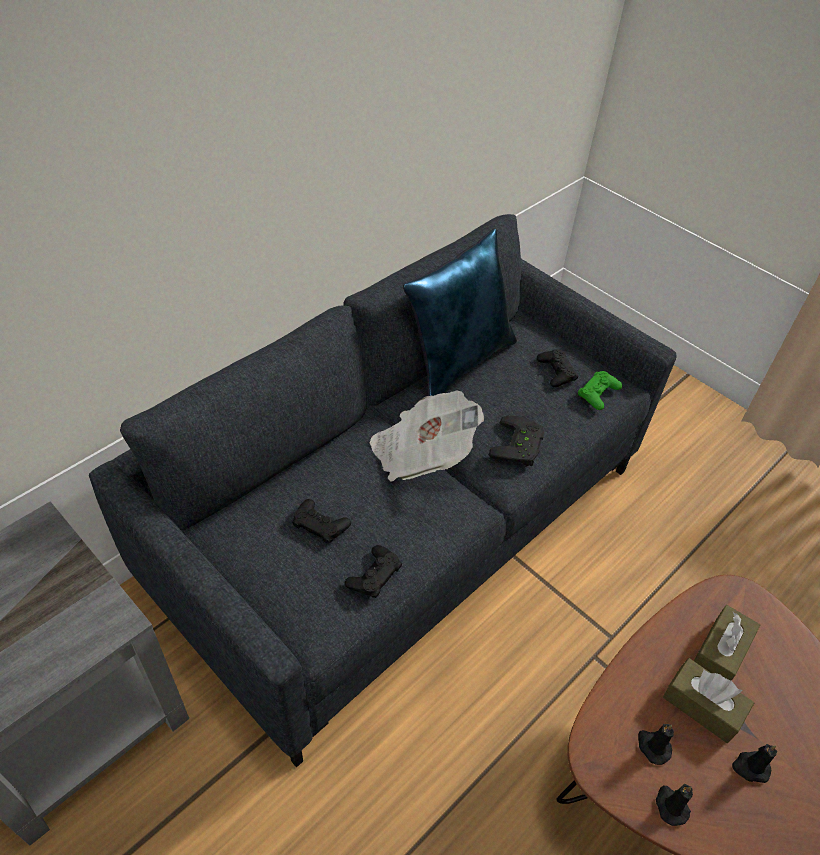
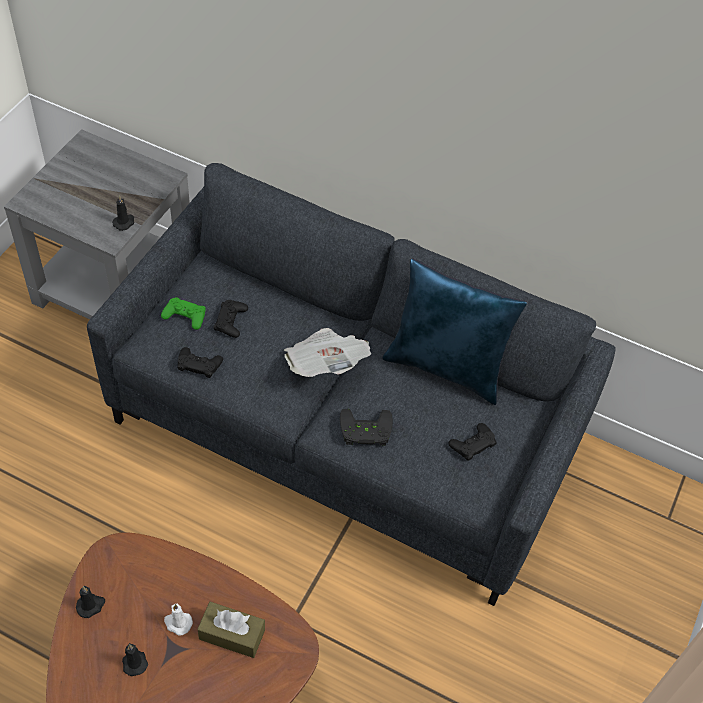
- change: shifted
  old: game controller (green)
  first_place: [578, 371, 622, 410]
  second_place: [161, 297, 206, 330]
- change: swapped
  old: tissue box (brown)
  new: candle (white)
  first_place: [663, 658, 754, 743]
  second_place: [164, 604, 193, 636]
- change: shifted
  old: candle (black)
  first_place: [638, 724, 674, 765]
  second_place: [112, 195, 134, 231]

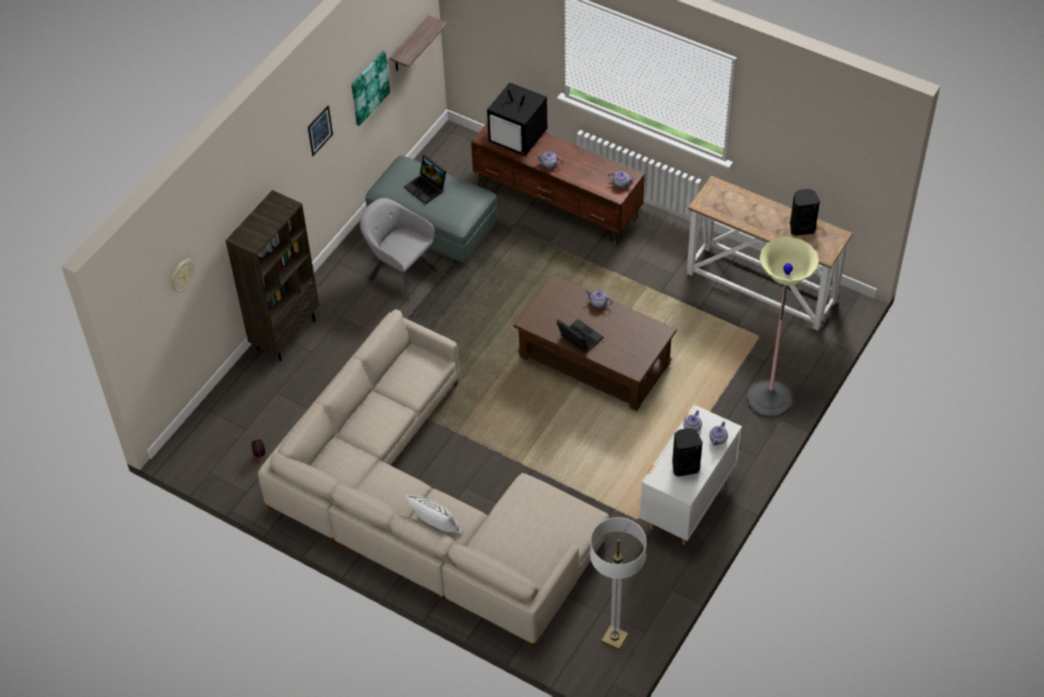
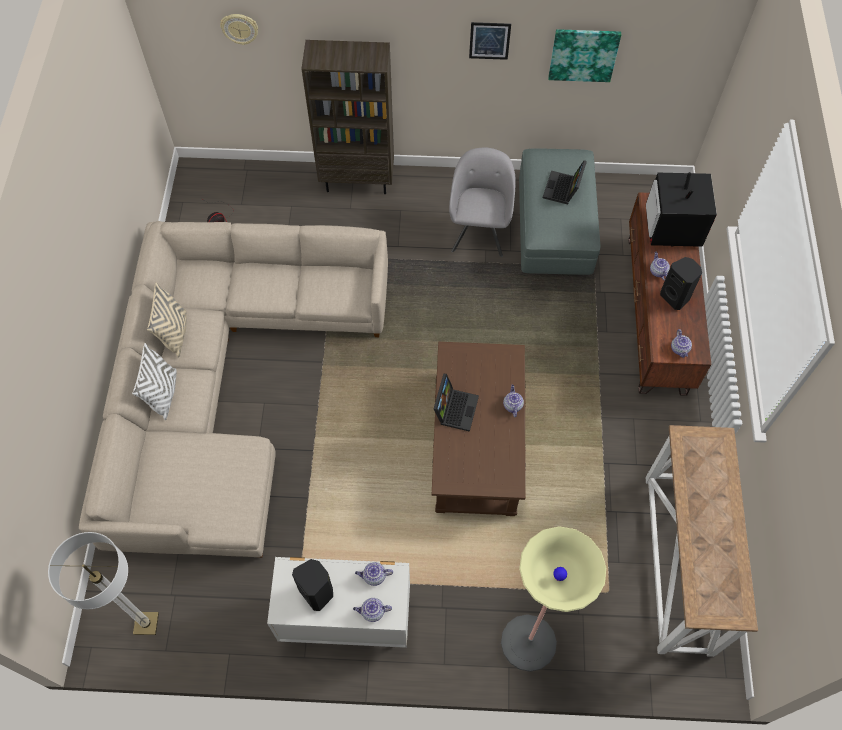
- change: gone
  old: shelf
  first_place: [389, 15, 448, 71]
- change: shifted
  old: speaker (black)
  first_place: [790, 189, 820, 236]
  second_place: [660, 257, 702, 310]
- change: new
  new: pillow (beige)
  second_place: [147, 282, 187, 358]

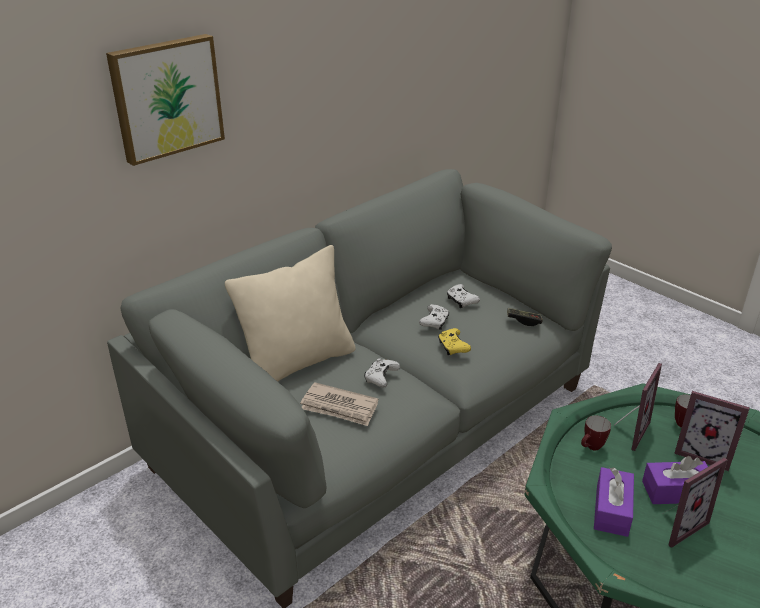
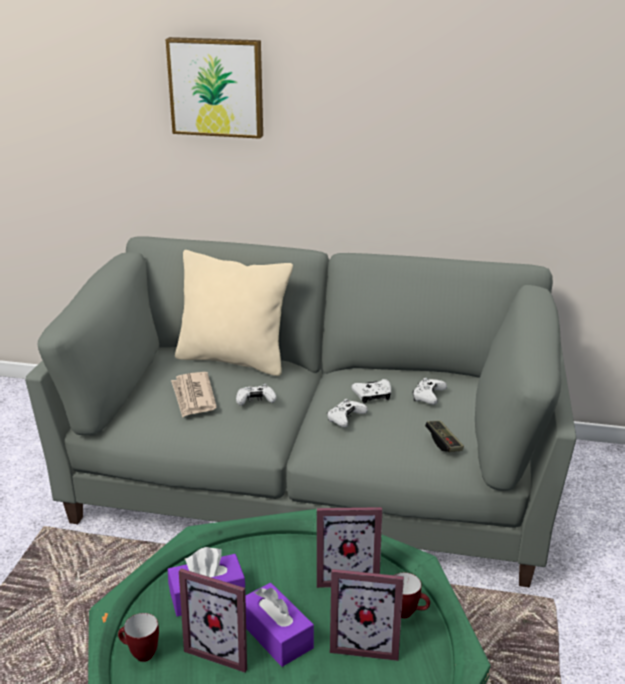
- change: repainted
  old: game controller (yellow)
  new: game controller (white)
  first_place: [438, 328, 471, 355]
  second_place: [327, 399, 368, 427]
- change: rotated
  old: picture frame
  first_place: [674, 391, 750, 471]
  second_place: [330, 569, 404, 661]
  degrees: -75
- change: shifted
  old: mug
  first_place: [581, 416, 611, 451]
  second_place: [118, 613, 159, 662]

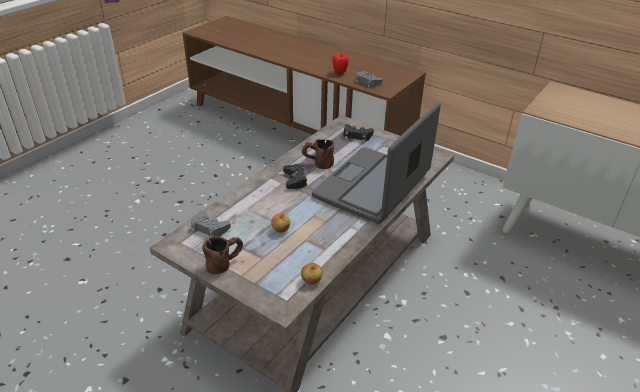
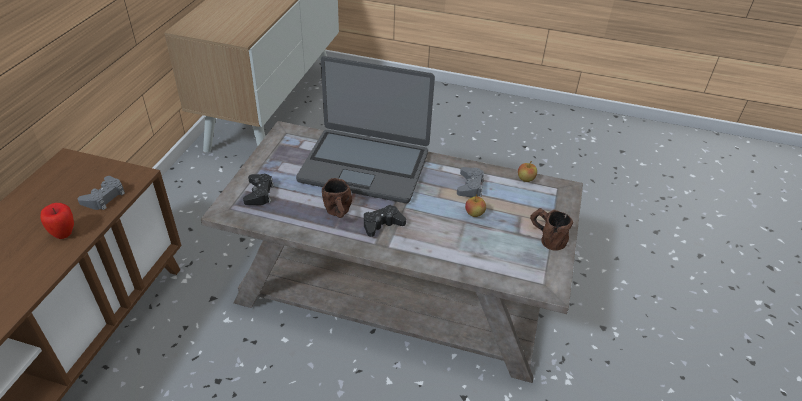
- change: shifted
  old: game controller (grey)
  first_place: [191, 211, 231, 237]
  second_place: [457, 167, 484, 198]

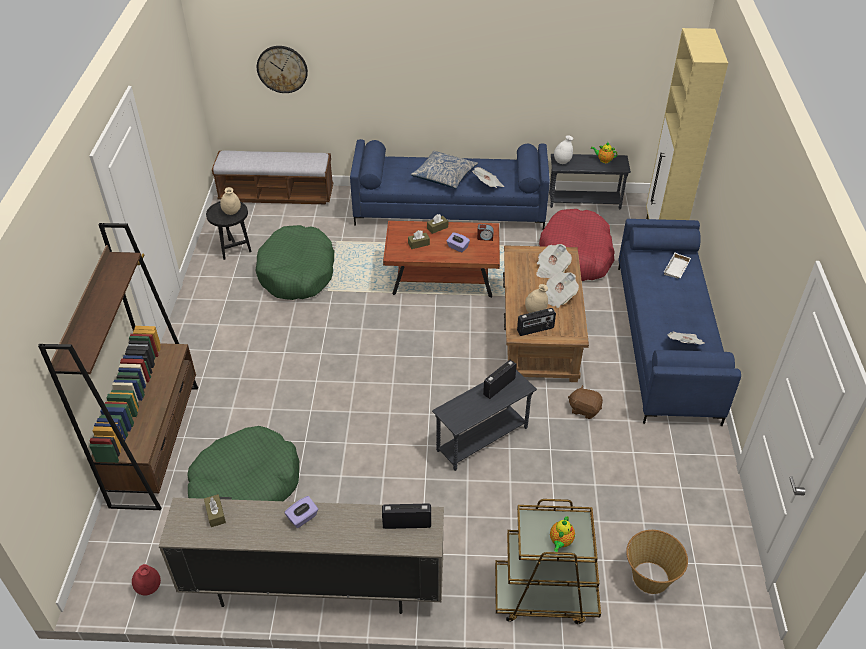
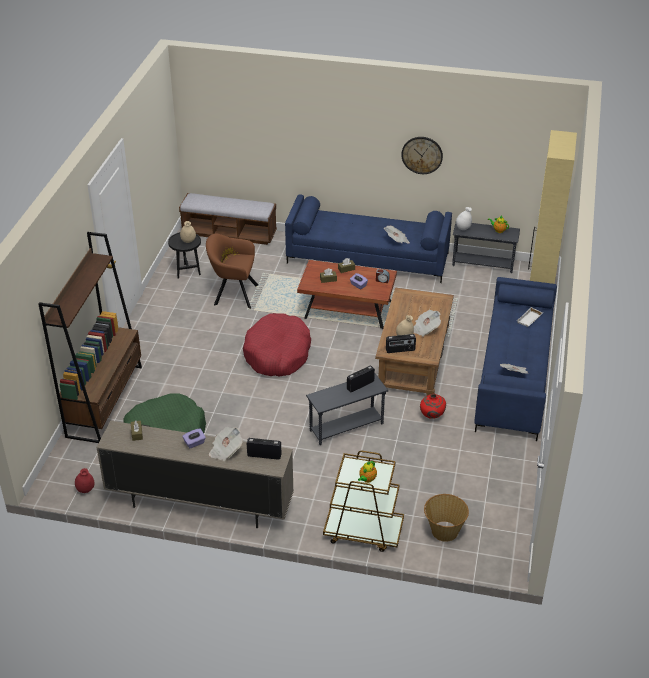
- change: shifted
  old: wall clock
  first_place: [257, 46, 308, 93]
  second_place: [401, 137, 443, 174]
- change: gone
  old: pillow
  first_place: [411, 151, 478, 189]
- change: shifted
  old: dog bed (red)
  first_place: [539, 209, 615, 281]
  second_place: [243, 313, 311, 377]
- change: swapped
  old: dog bed (green)
  new: armchair (brown)
  first_place: [255, 225, 334, 300]
  second_place: [206, 233, 258, 309]
- change: shifted
  old: newspaper
  first_place: [536, 244, 572, 278]
  second_place: [209, 427, 243, 461]
- change: swapped
  old: plush toy (brown)
  new: vase (red)
  first_place: [568, 385, 603, 419]
  second_place: [420, 394, 446, 419]

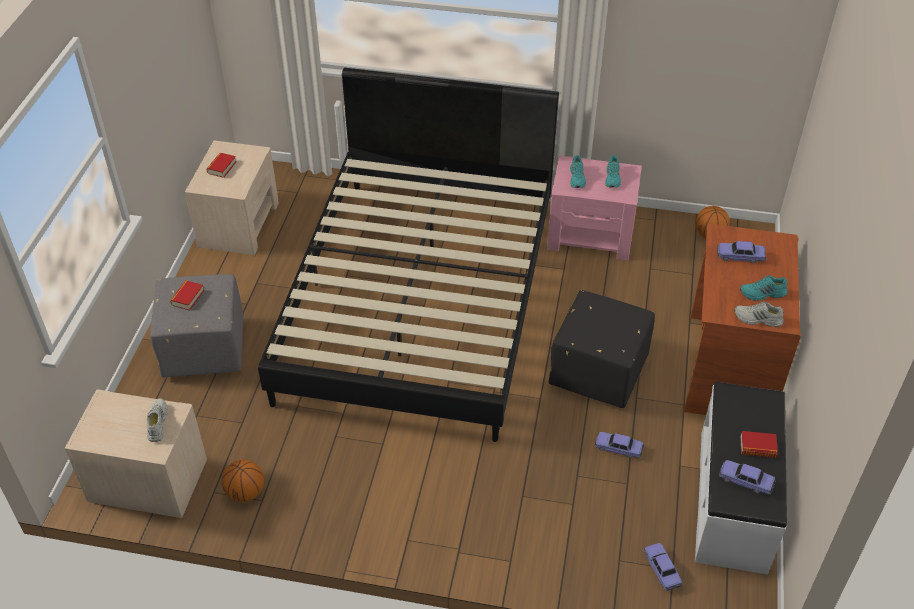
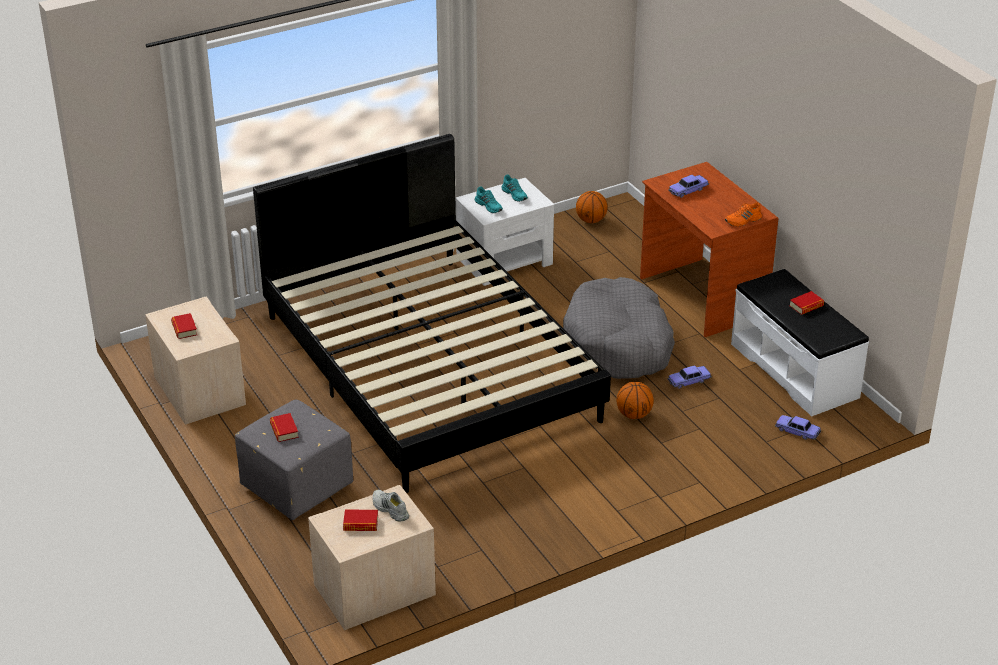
- change: repainted
  old: nightstand (pink)
  new: nightstand (white)
  first_place: [547, 156, 642, 260]
  second_place: [455, 178, 554, 286]
- change: gone
  old: shoe (turquoise)
  first_place: [740, 276, 788, 301]
- change: swapped
  old: ottoman (black)
  new: dog bed (grey)
  first_place: [549, 290, 655, 408]
  second_place: [563, 277, 675, 379]
- change: repainted
  old: shoe (white)
  new: shoe (orange)
  first_place: [734, 302, 784, 327]
  second_place: [725, 202, 762, 227]
- change: shifted
  old: basketball
  first_place: [222, 460, 264, 502]
  second_place: [616, 382, 654, 419]
- change: gone
  old: toy car
  first_place: [719, 460, 776, 495]
- change: new
  new: book
  second_place: [343, 509, 378, 531]

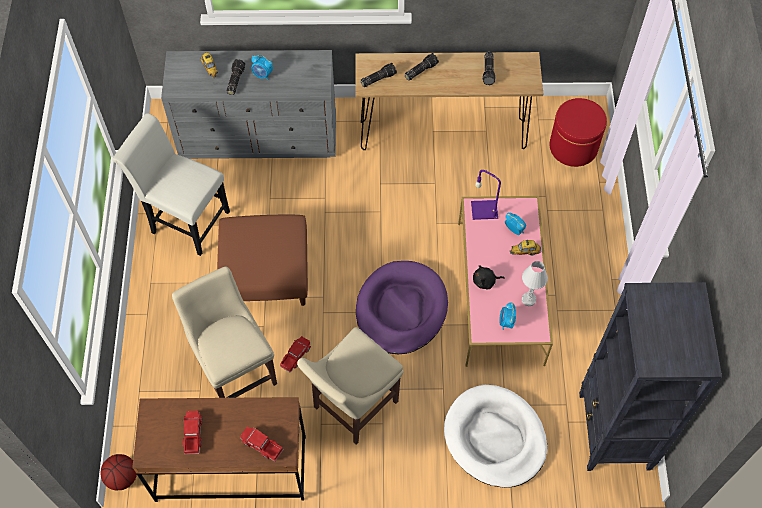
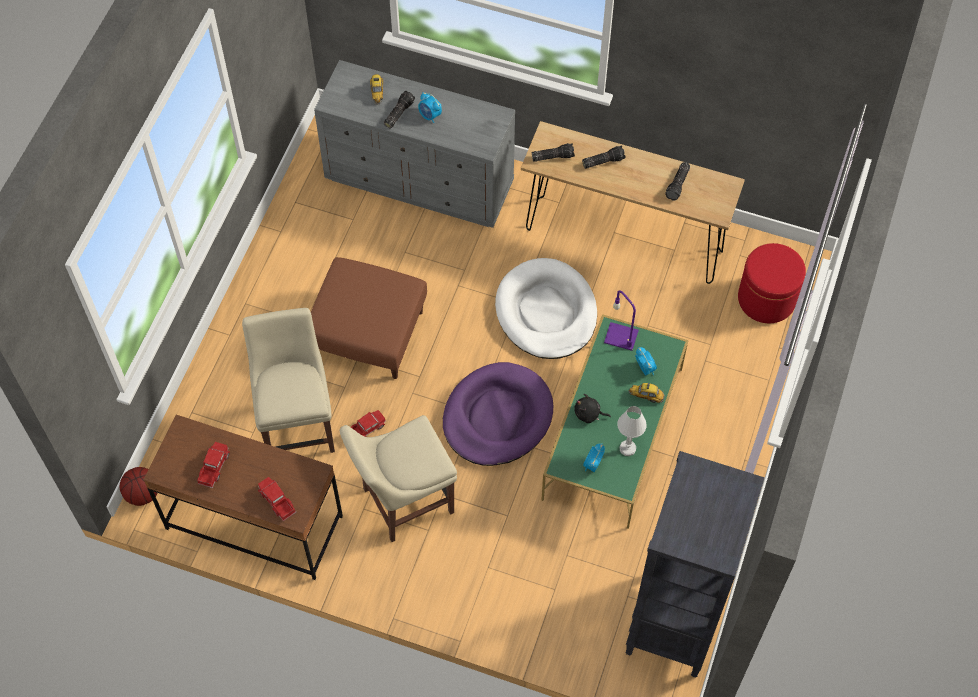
- change: gone
  old: chair (white)
  first_place: [112, 113, 230, 256]
- change: repainted
  old: coffee table (pink)
  new: coffee table (green)
  first_place: [458, 196, 553, 367]
  second_place: [541, 314, 689, 529]
- change: shifted
  old: dog bed (white)
  first_place: [444, 385, 547, 488]
  second_place: [495, 258, 597, 359]

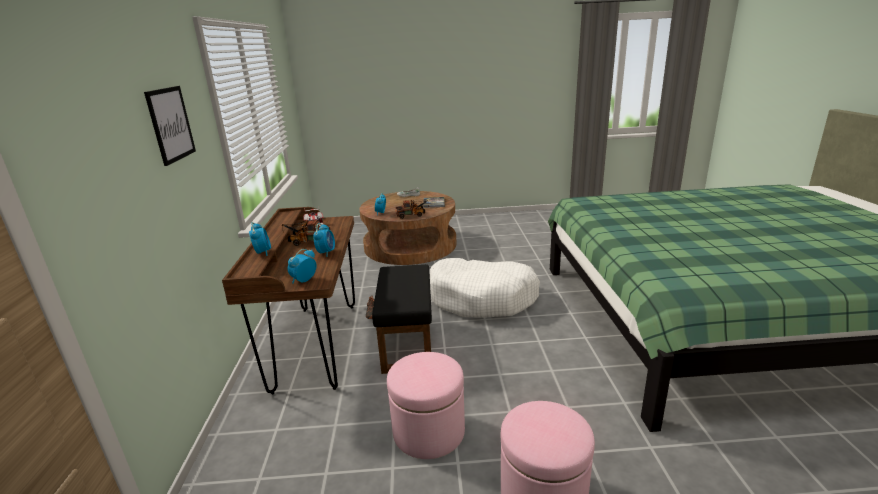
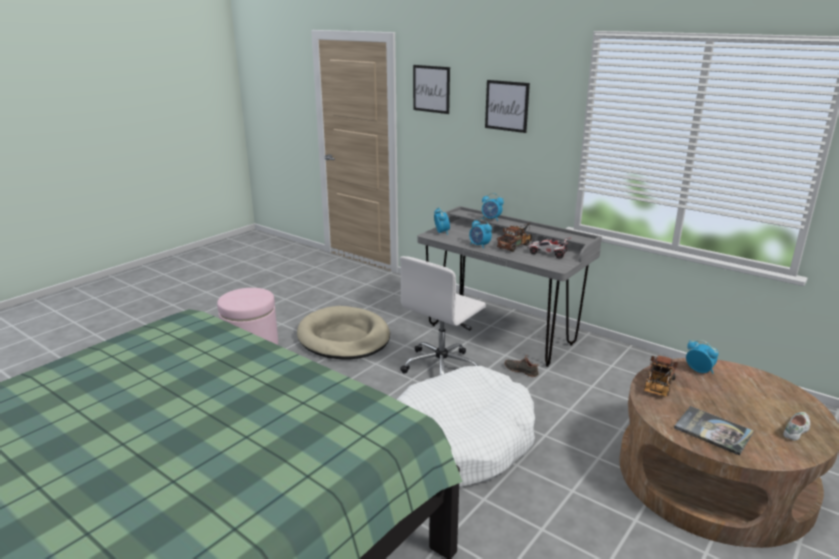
- change: repainted
  old: desk (brown)
  new: desk (grey)
  first_place: [222, 207, 355, 394]
  second_place: [418, 206, 602, 367]
- change: swapped
  old: ottoman (black)
  new: office chair (white)
  first_place: [372, 264, 432, 374]
  second_place: [400, 256, 486, 375]
- change: swapped
  old: ottoman (pink)
  new: dog bed (beige)
  first_place: [387, 352, 465, 459]
  second_place: [297, 306, 390, 360]
- change: new
  new: picture
  second_place: [413, 65, 450, 114]

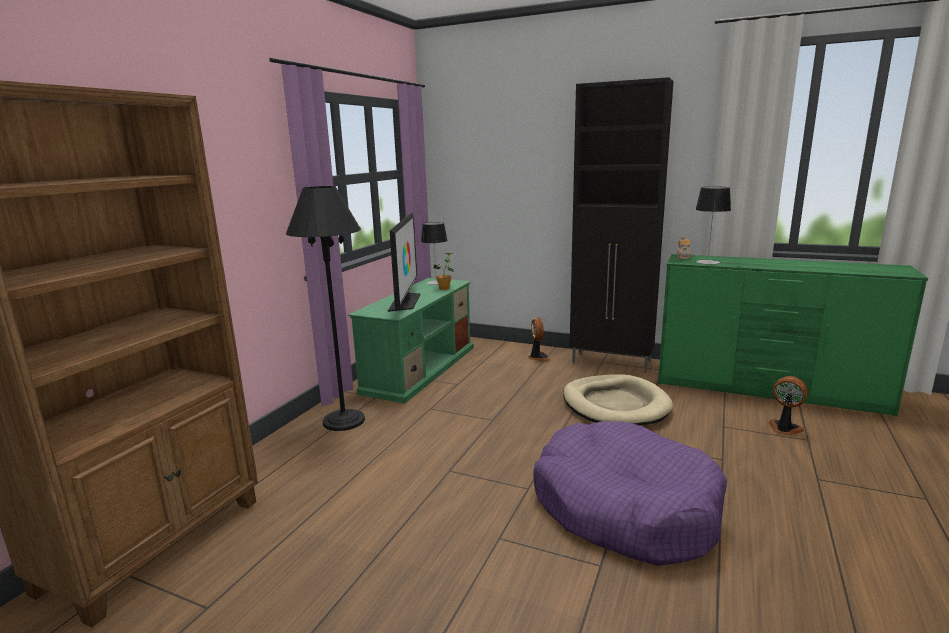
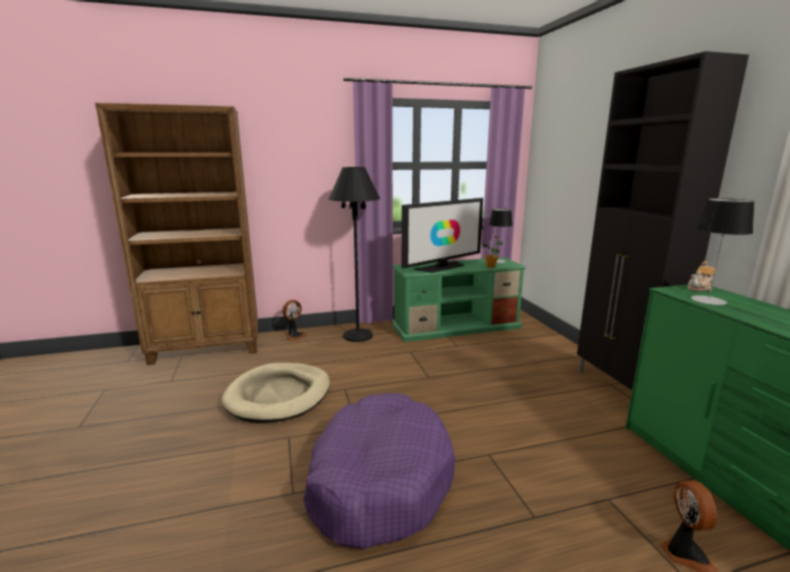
- change: shifted
  old: fan
  first_place: [528, 318, 551, 362]
  second_place: [282, 300, 307, 341]
- change: shifted
  old: dog bed (beige)
  first_place: [563, 374, 673, 425]
  second_place: [221, 363, 330, 423]

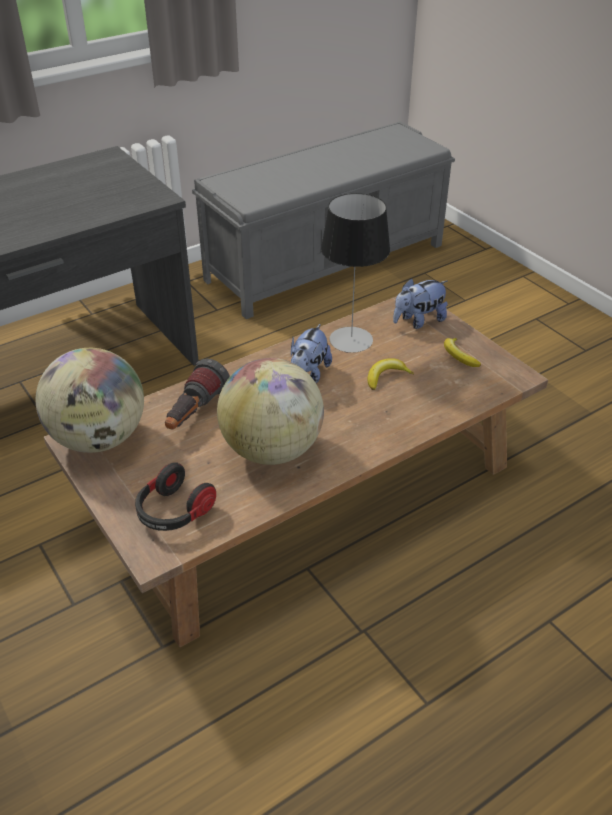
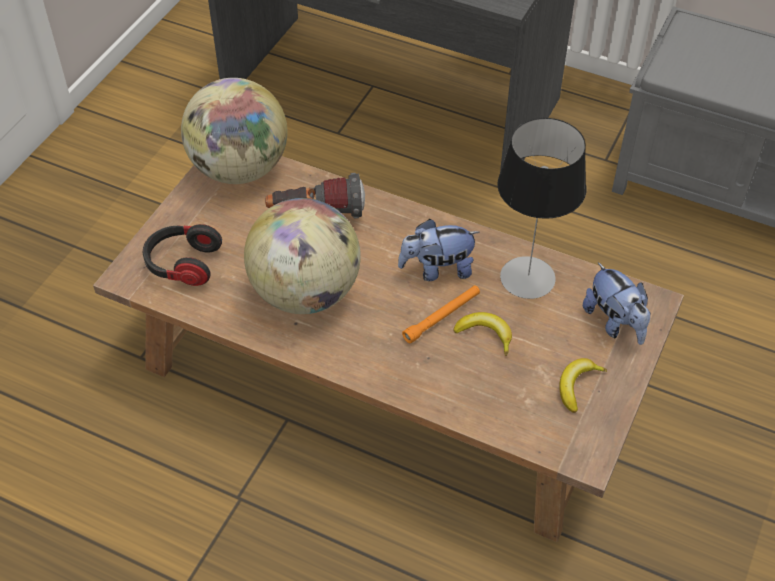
- change: rotated
  old: plush toy
  first_place: [393, 278, 448, 329]
  second_place: [583, 262, 650, 345]
  degrees: -150
- change: new
  new: flashlight (orange)
  second_place: [402, 285, 480, 343]

